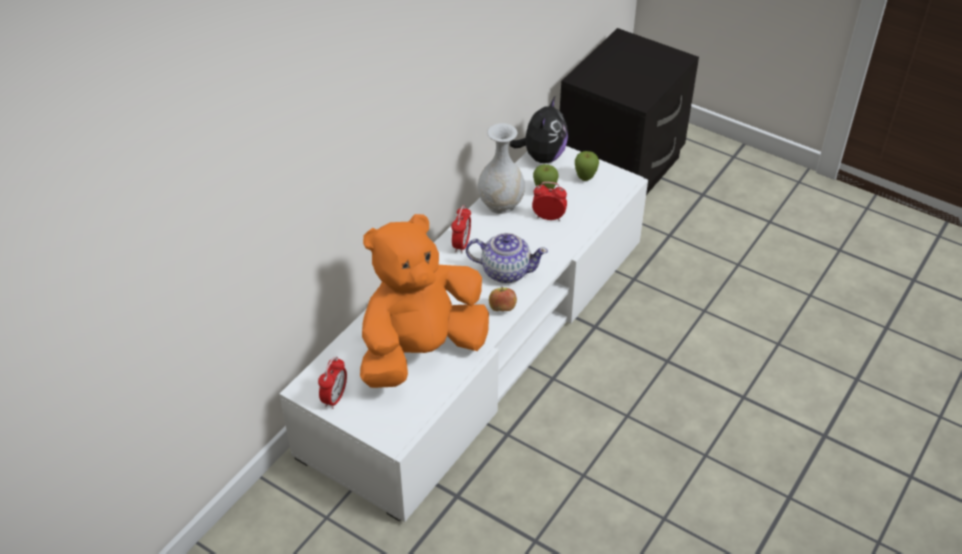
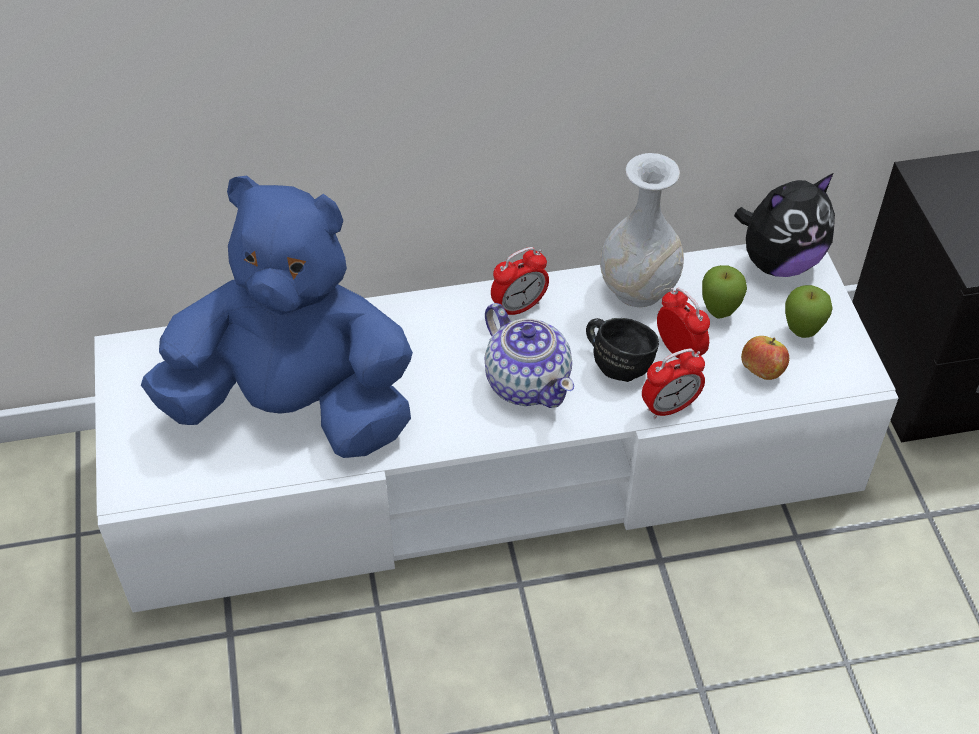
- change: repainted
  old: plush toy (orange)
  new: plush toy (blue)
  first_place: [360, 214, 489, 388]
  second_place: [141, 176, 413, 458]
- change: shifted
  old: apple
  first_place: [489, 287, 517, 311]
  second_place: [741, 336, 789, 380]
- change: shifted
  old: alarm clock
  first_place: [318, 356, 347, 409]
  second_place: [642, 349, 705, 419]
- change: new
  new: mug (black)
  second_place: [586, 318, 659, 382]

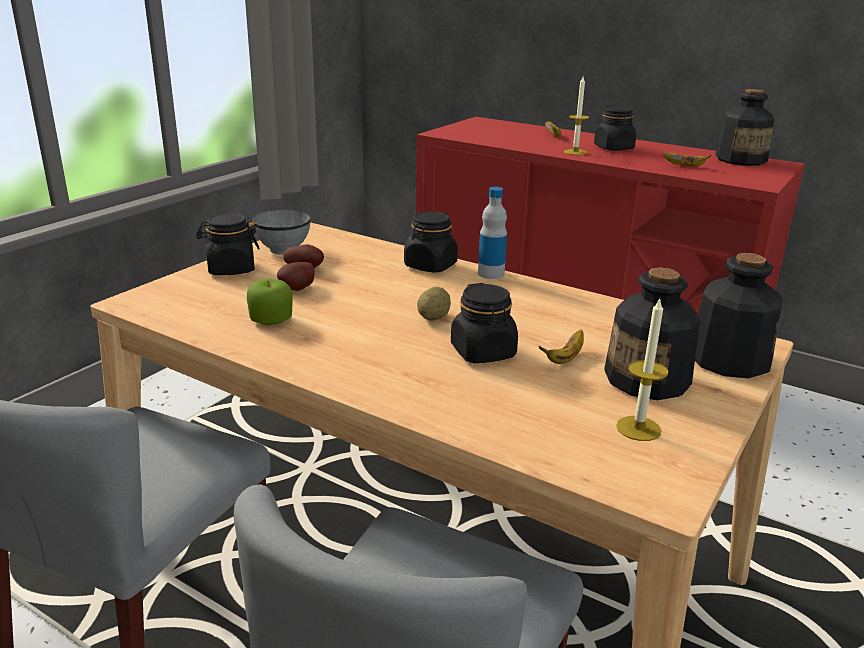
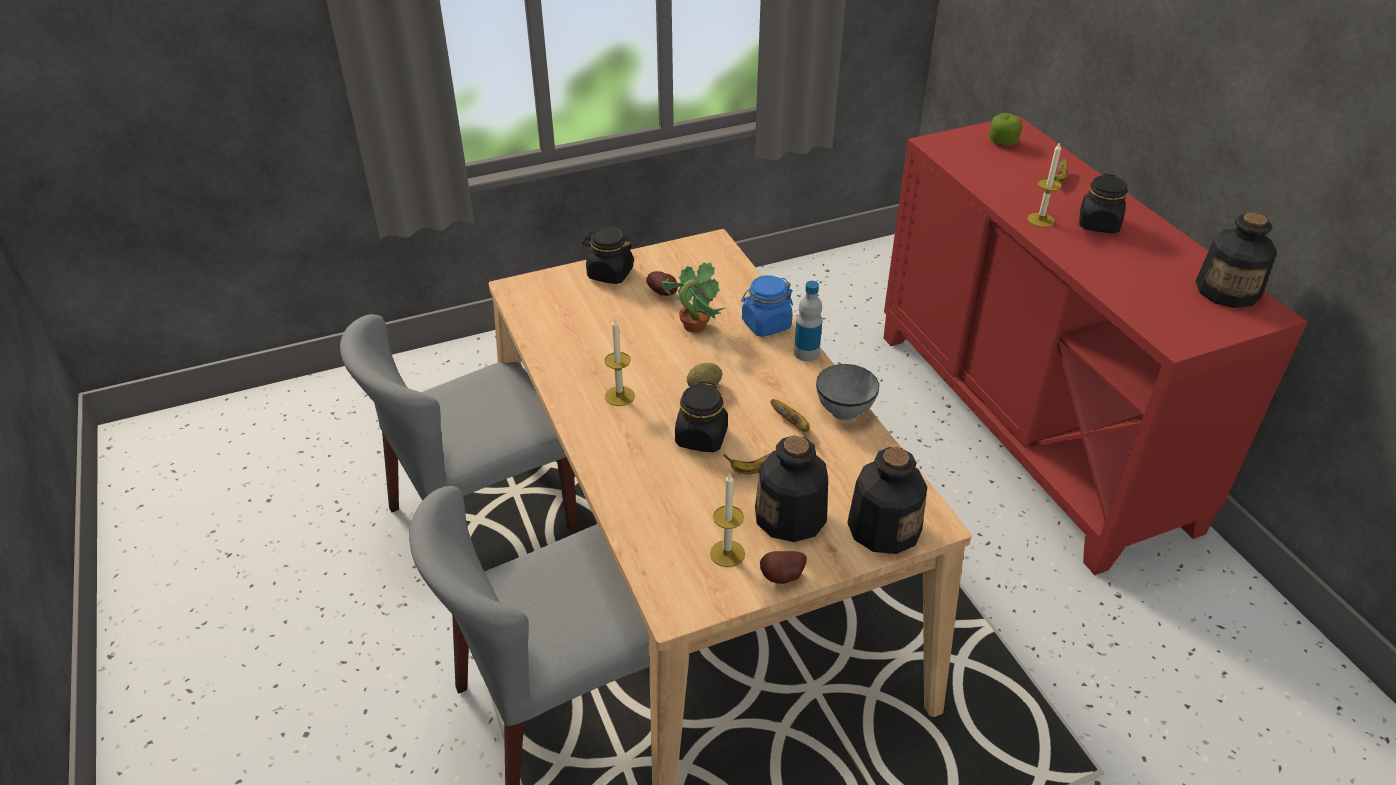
- change: shifted
  old: banana
  first_place: [663, 152, 711, 166]
  second_place: [770, 399, 810, 432]
- change: shifted
  old: bowl (grey)
  first_place: [252, 210, 310, 255]
  second_place: [816, 364, 879, 420]
- change: repainted
  old: jar (black)
  new: jar (blue)
  first_place: [404, 211, 458, 273]
  second_place: [741, 275, 793, 337]
- change: shifted
  old: potato
  first_place: [277, 262, 314, 291]
  second_place: [760, 551, 807, 584]
- change: shifted
  old: apple
  first_place: [247, 279, 293, 325]
  second_place: [989, 113, 1023, 146]
- change: new
  new: potted plant
  second_place: [661, 262, 725, 333]
- change: new
  new: candle
  second_place: [605, 319, 635, 406]

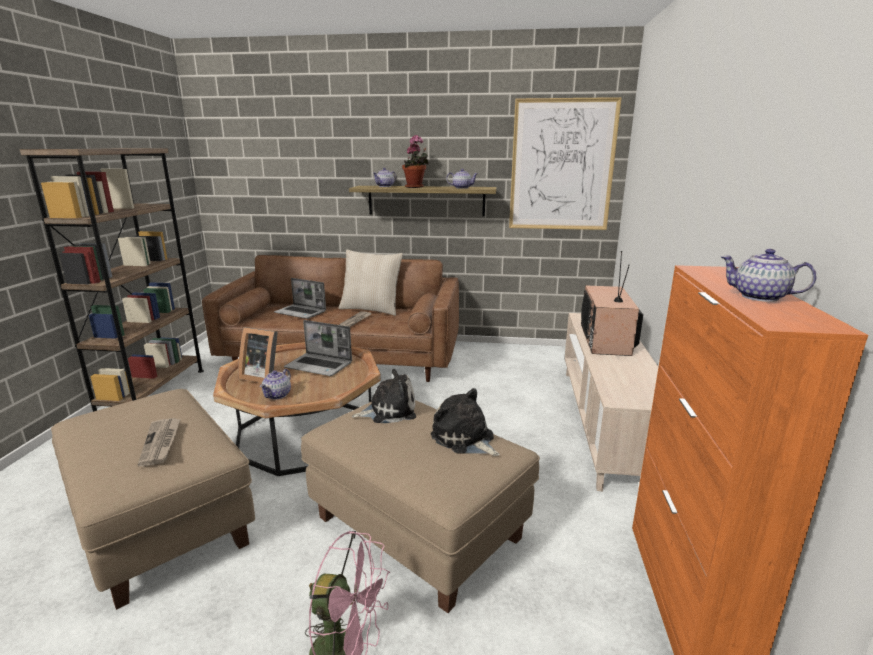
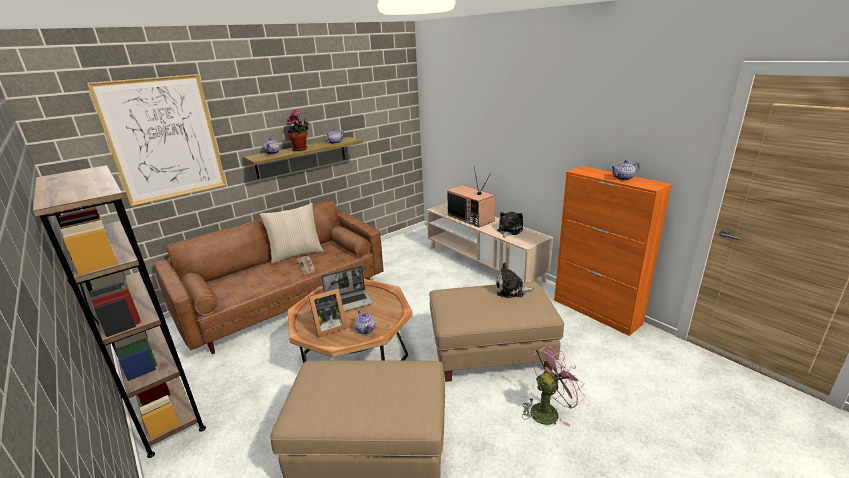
- change: shifted
  old: picture
  first_place: [509, 97, 622, 230]
  second_place: [87, 74, 227, 206]
- change: gone
  old: laptop
  first_place: [274, 278, 326, 319]
- change: shifted
  old: plush toy
  first_place: [352, 369, 416, 423]
  second_place: [497, 212, 523, 238]
- change: gone
  old: newspaper
  first_place: [138, 418, 181, 467]

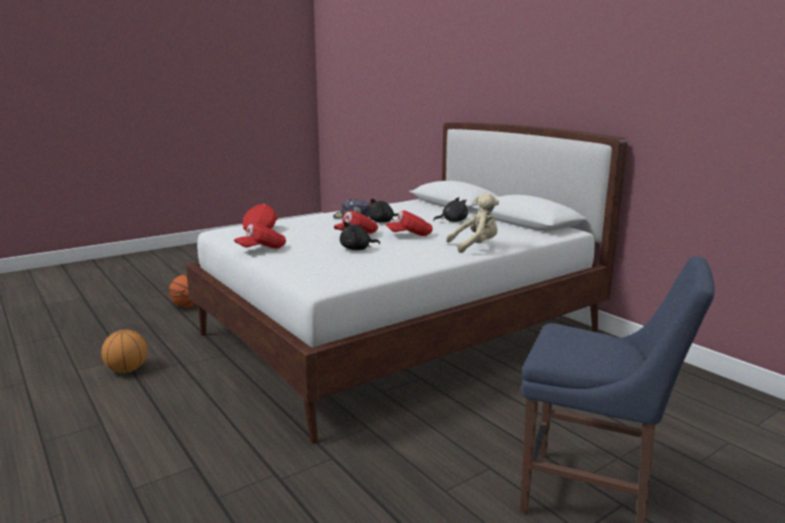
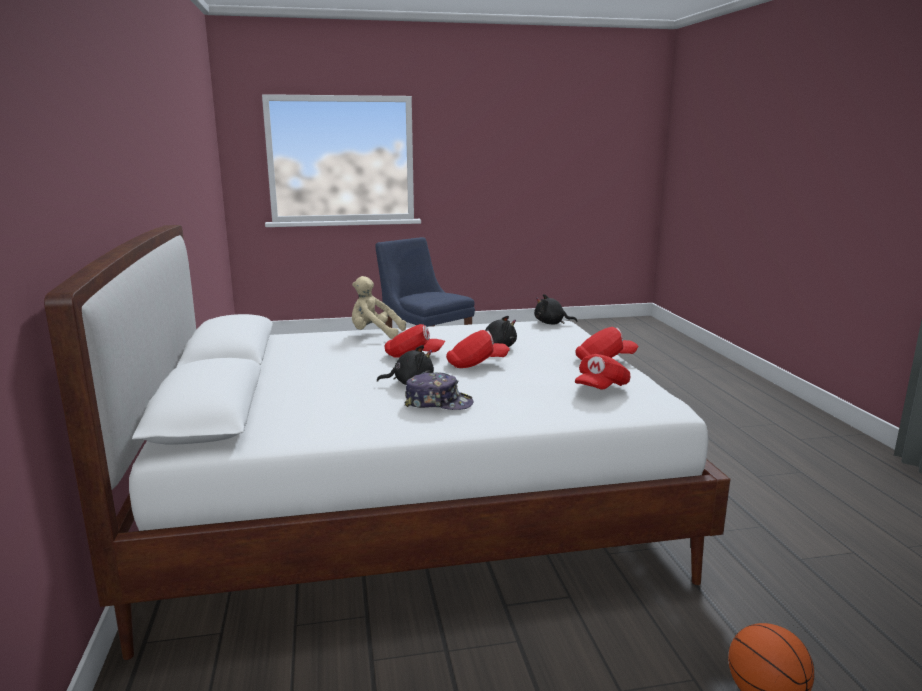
- change: shifted
  old: plush toy (black)
  first_place: [433, 197, 468, 222]
  second_place: [534, 294, 577, 324]
- change: gone
  old: basketball
  first_place: [101, 330, 148, 373]

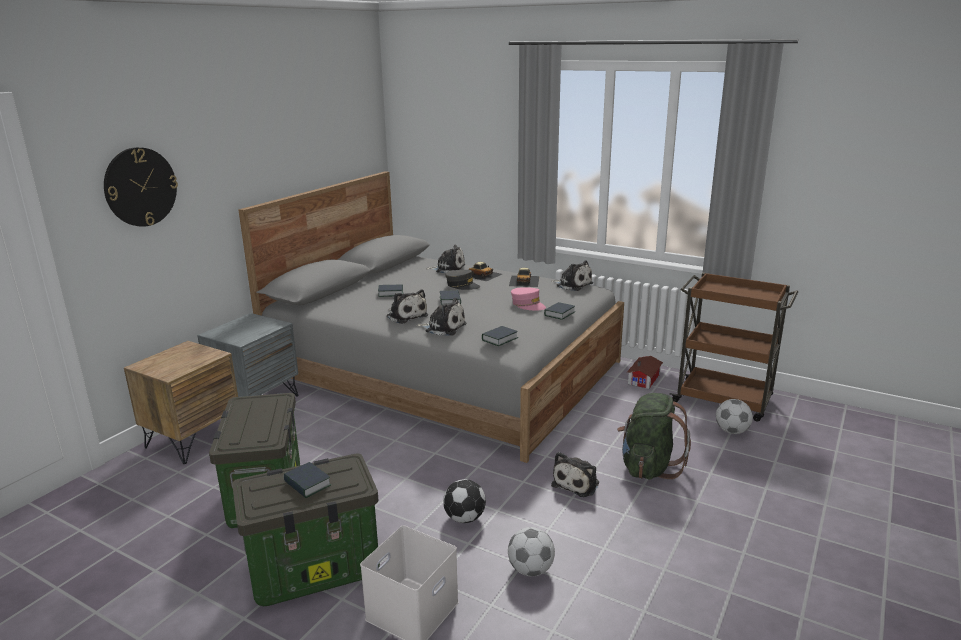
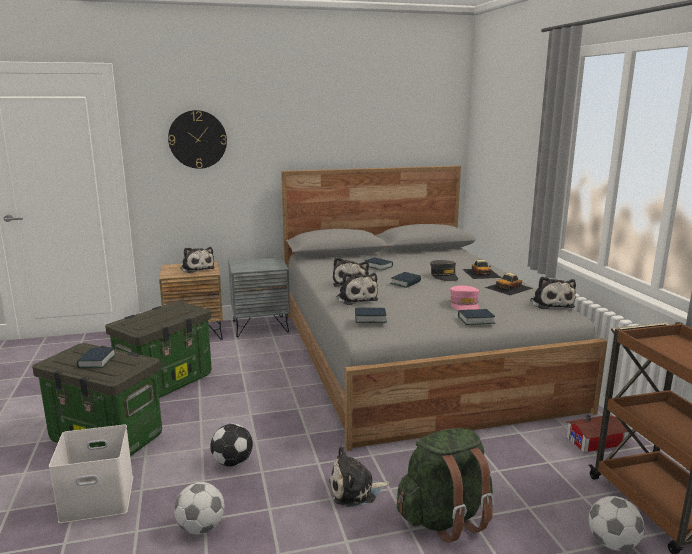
- change: shifted
  old: plush toy
  first_place: [427, 245, 465, 273]
  second_place: [181, 247, 215, 273]

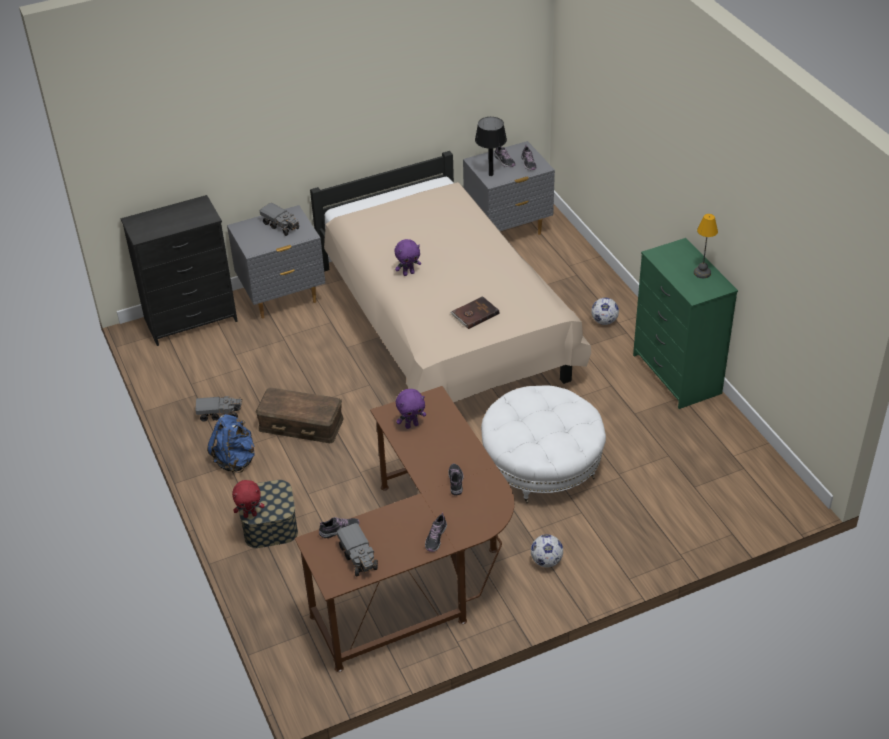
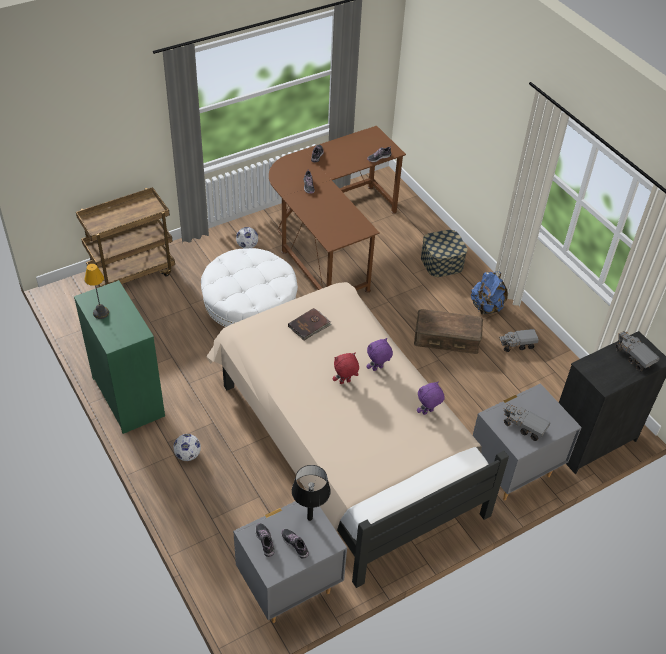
- change: shifted
  old: plush toy (purple)
  first_place: [396, 389, 426, 429]
  second_place: [417, 381, 445, 415]
- change: shifted
  old: plush toy (red)
  first_place: [232, 480, 265, 518]
  second_place: [333, 353, 359, 384]
- change: shifted
  old: toy truck
  first_place: [337, 523, 378, 576]
  second_place: [616, 331, 660, 372]
- change: new
  new: cart (brown)
  second_place: [76, 187, 175, 287]

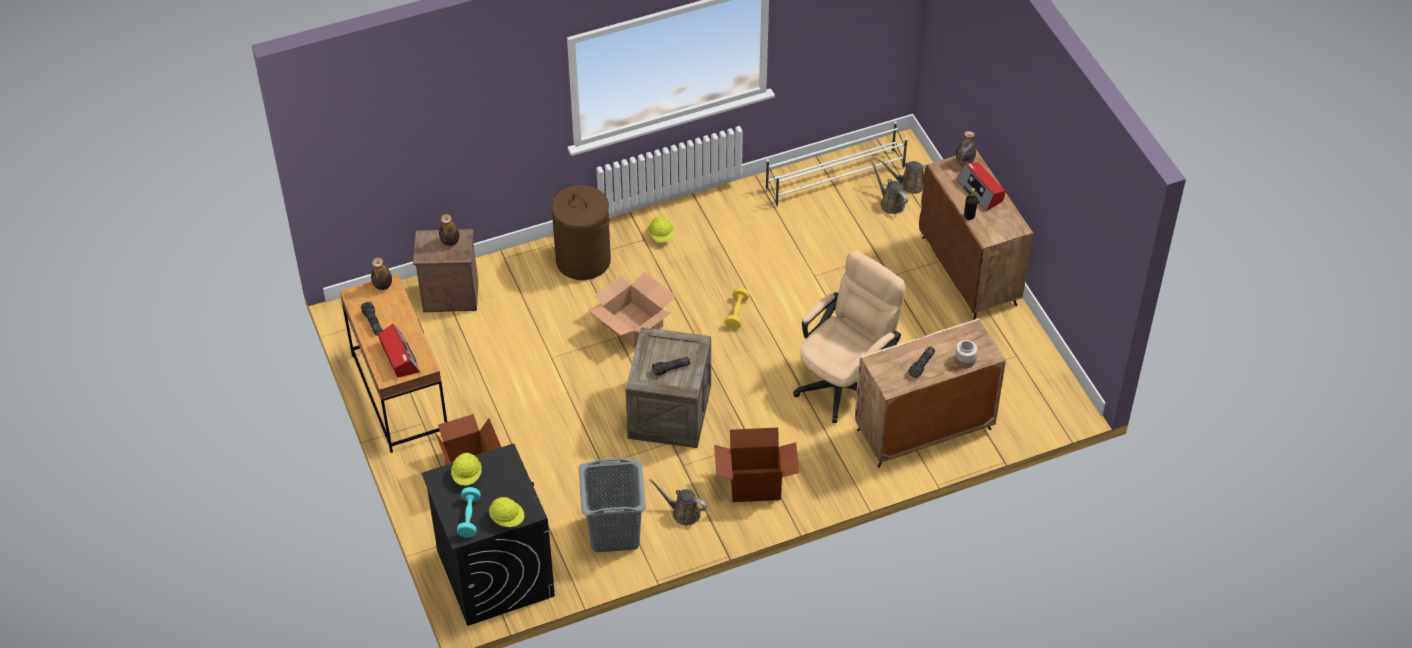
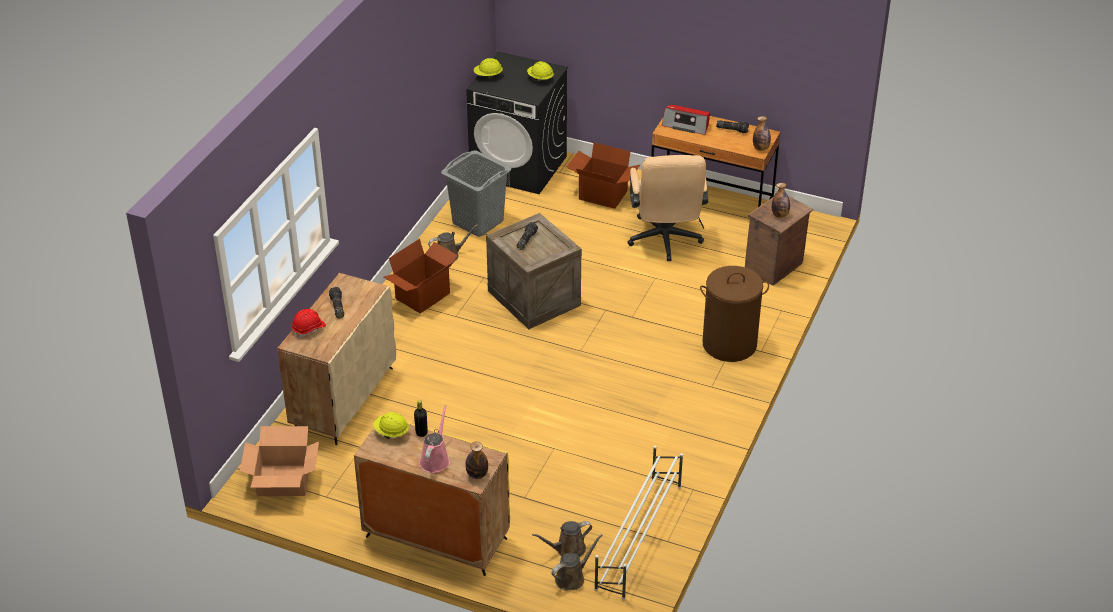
- change: repainted
  old: cabinet (brown)
  new: cabinet (yellow)
  first_place: [919, 150, 1033, 320]
  second_place: [354, 415, 510, 576]
- change: rotated
  old: watering can (brown)
  first_place: [871, 162, 908, 214]
  second_place: [532, 521, 592, 557]
  degrees: 150
- change: swapped
  old: radio
  new: watering can (pink)
  first_place: [957, 162, 1005, 211]
  second_place: [419, 405, 450, 473]
- change: shifted
  old: hard hat (yellow)
  first_place: [648, 216, 675, 242]
  second_place: [373, 412, 409, 439]
- change: shifted
  old: office chair (beige)
  first_place: [793, 250, 905, 423]
  second_place: [628, 155, 708, 261]
- change: shifted
  old: cardboard box
  first_place: [589, 272, 676, 348]
  second_place: [240, 426, 319, 496]
- change: gone
  old: dumbbell (yellow)
  first_place: [725, 288, 750, 329]
- change: swapped
  old: jar
  new: hard hat (red)
  first_place: [955, 340, 977, 368]
  second_place: [291, 309, 326, 338]
- change: gone
  old: dumbbell (turquoise)
  first_place: [457, 487, 481, 538]

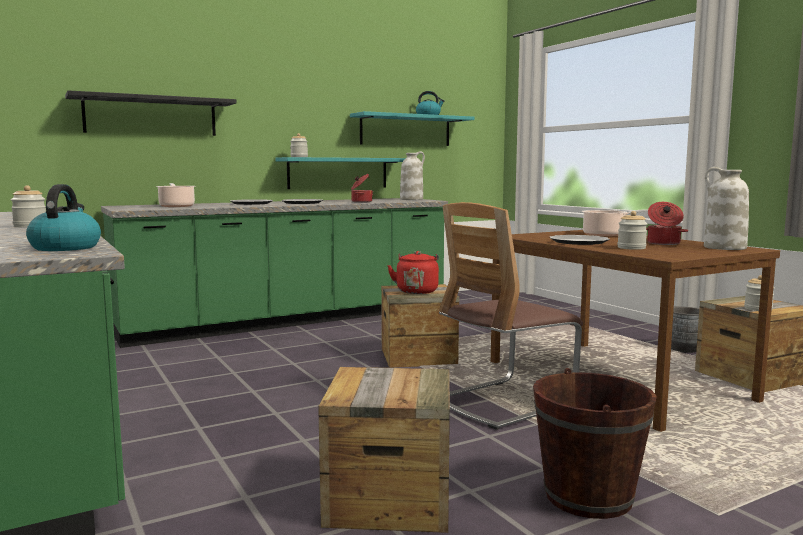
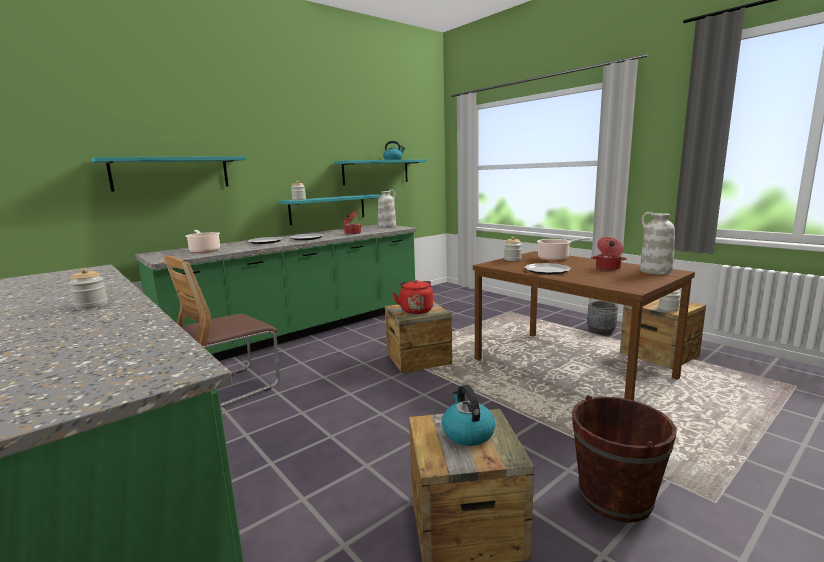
- change: repainted
  old: shelf (black)
  new: shelf (turquoise)
  first_place: [65, 90, 236, 136]
  second_place: [91, 156, 246, 192]
- change: shifted
  old: kettle
  first_place: [26, 184, 101, 251]
  second_place: [442, 385, 495, 446]
- change: shifted
  old: chair
  first_place: [439, 202, 583, 430]
  second_place: [163, 255, 280, 407]
- change: shifted
  old: jar
  first_place: [617, 211, 647, 250]
  second_place: [504, 237, 522, 261]

